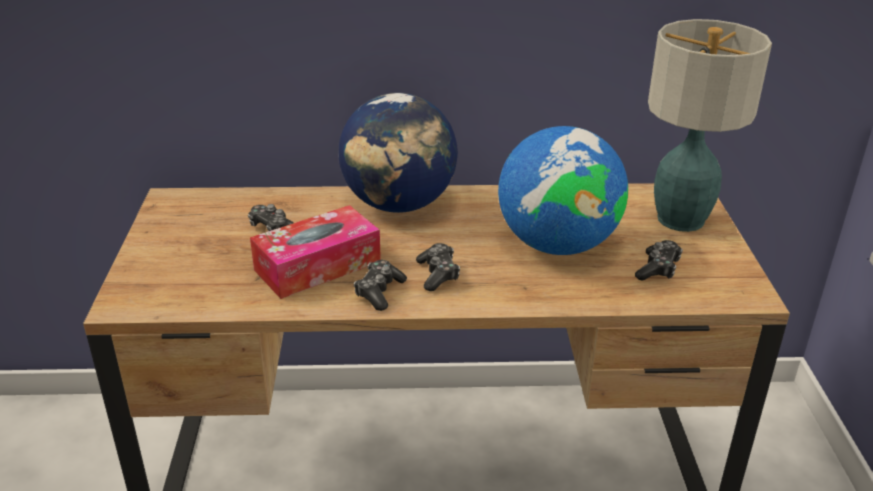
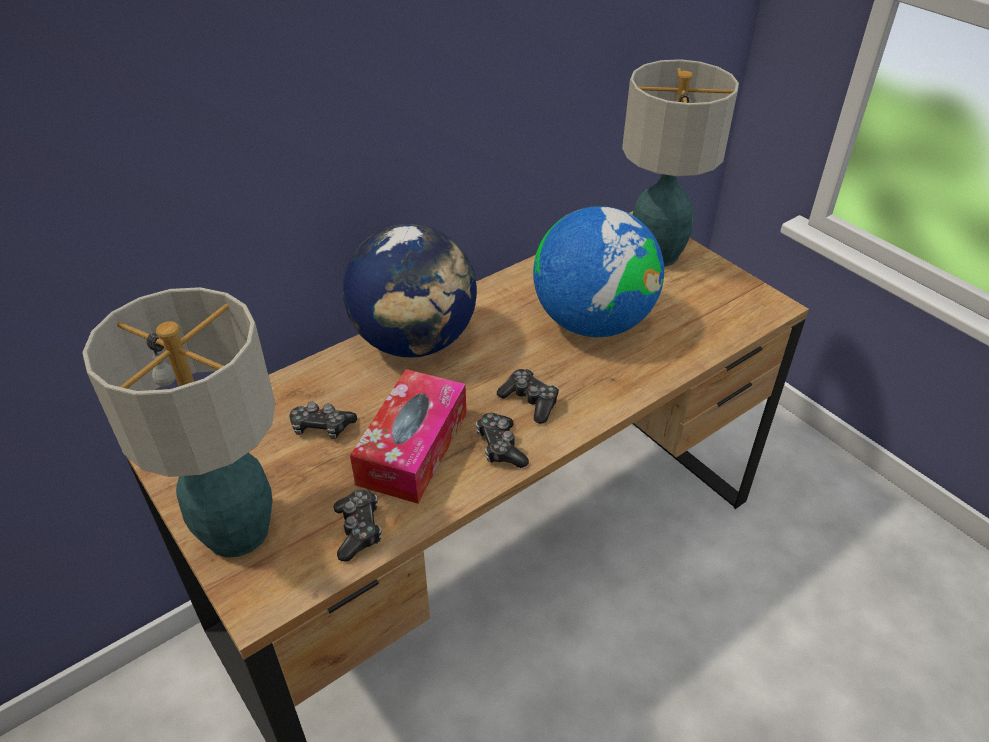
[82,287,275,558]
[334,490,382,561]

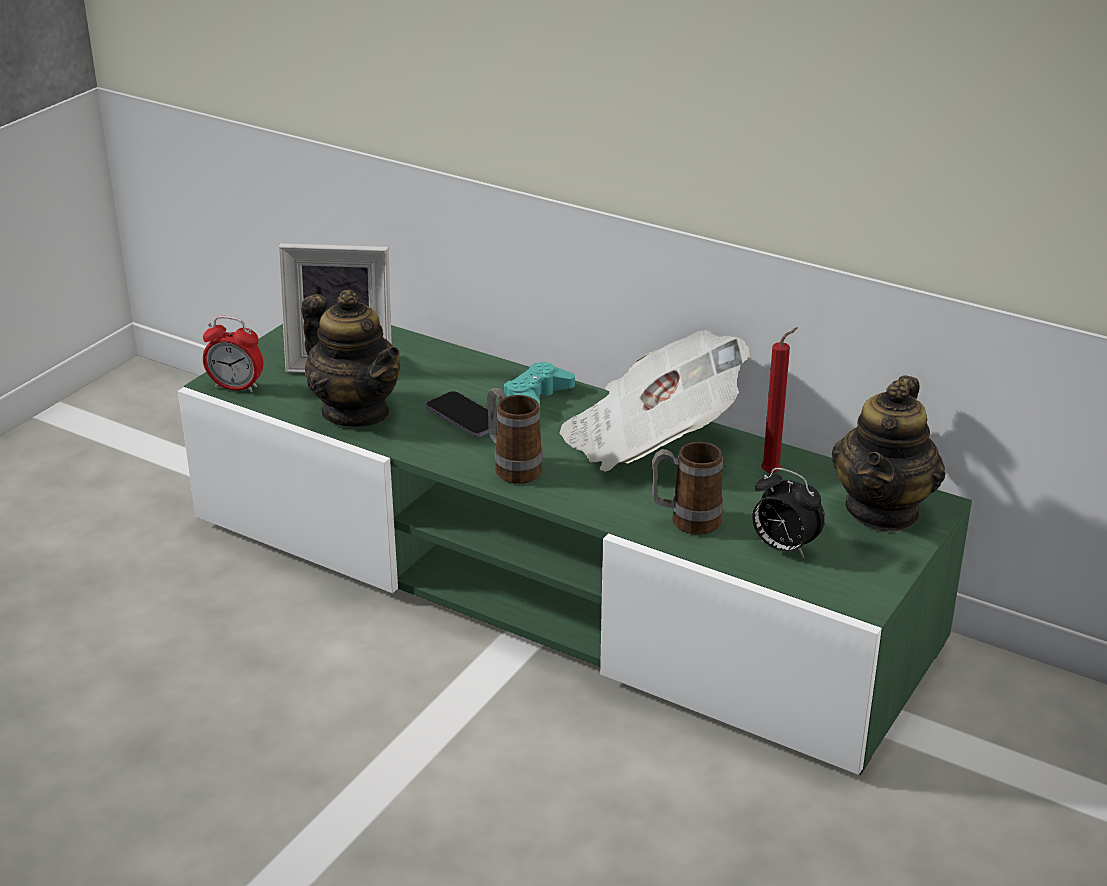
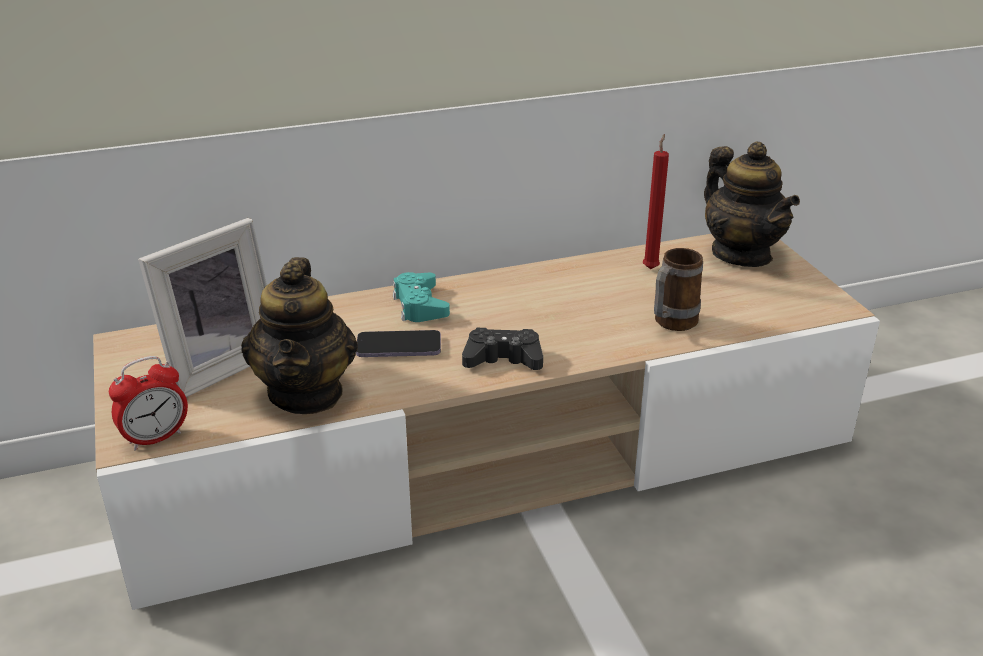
[559,330,751,472] (first image)
[752,468,825,558] (first image)
[462,328,543,370]
[93,234,880,610]
[241,257,358,414]

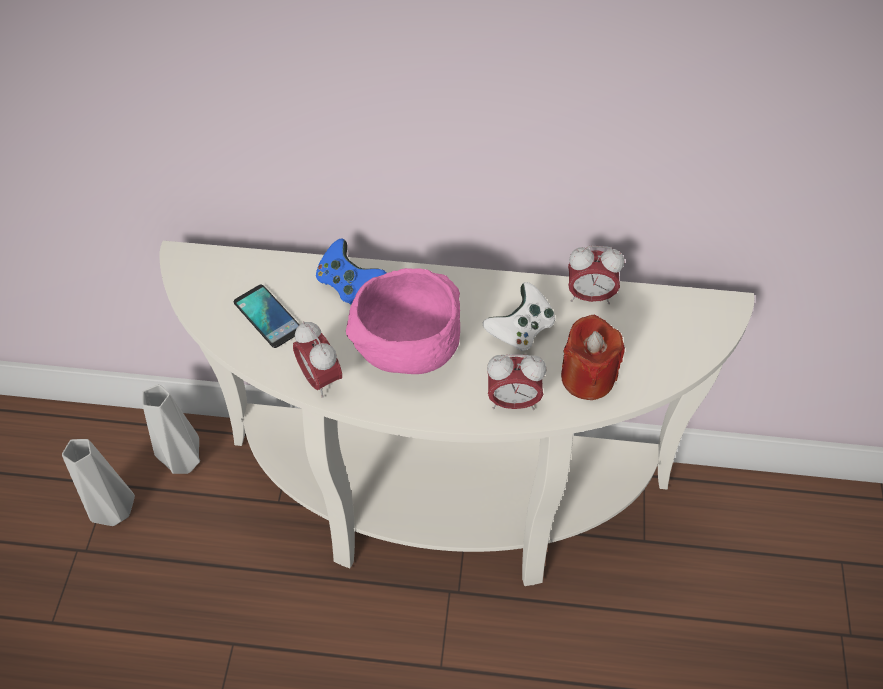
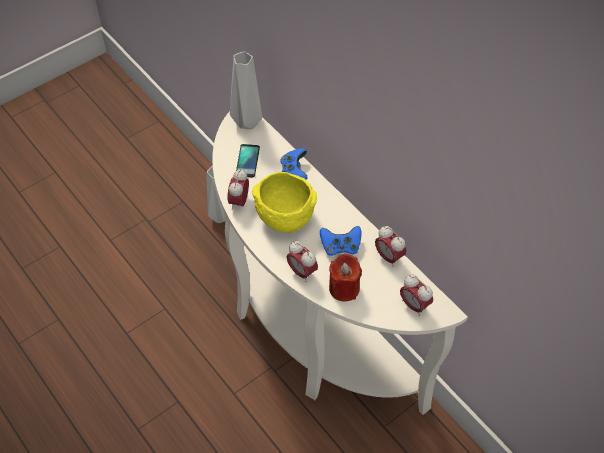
[400,274,433,316]
[230,51,262,129]
[252,172,317,233]
[320,226,361,256]

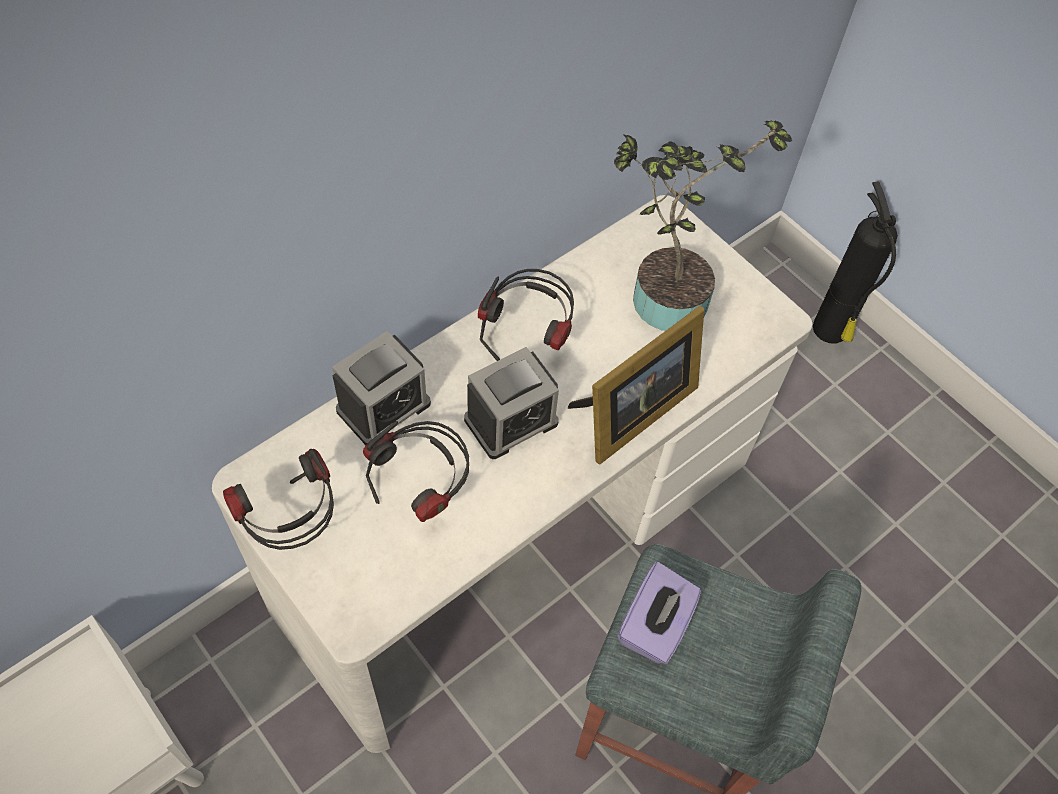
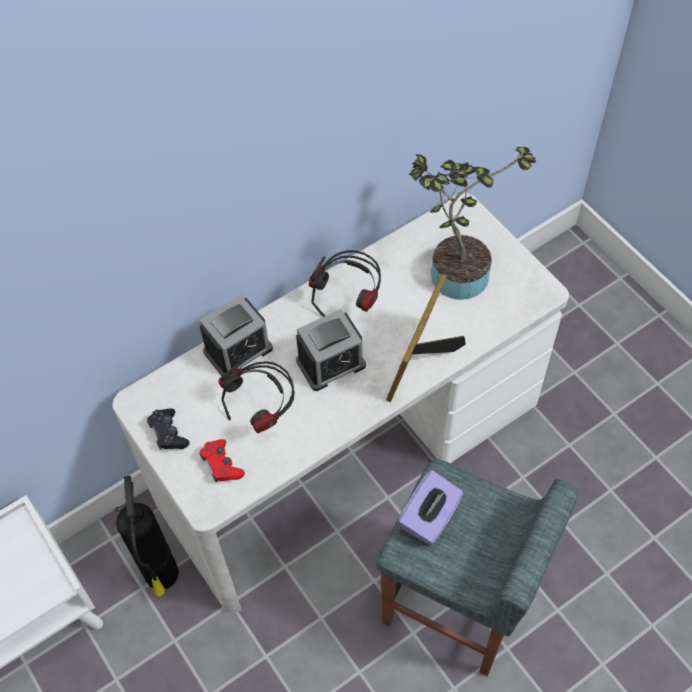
[200,439,245,482]
[115,476,179,597]
[147,409,189,450]
[386,274,466,402]

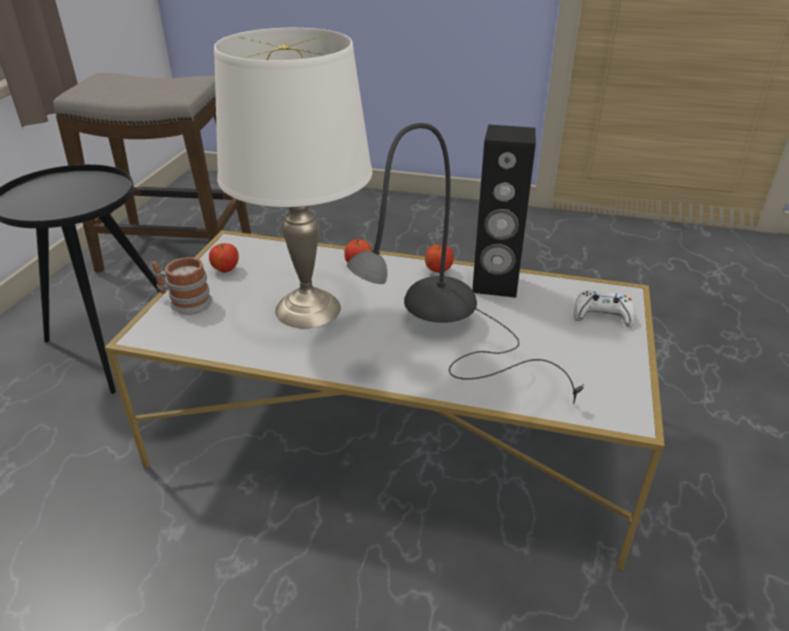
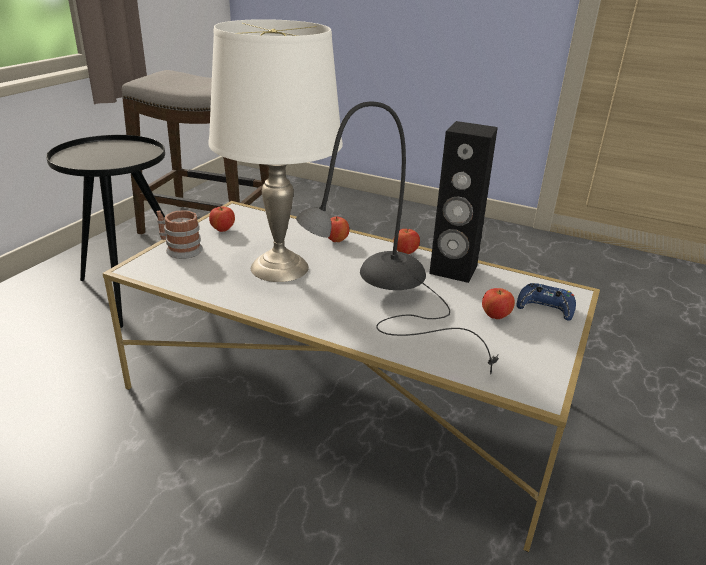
[482,288,515,319]
[516,283,576,321]

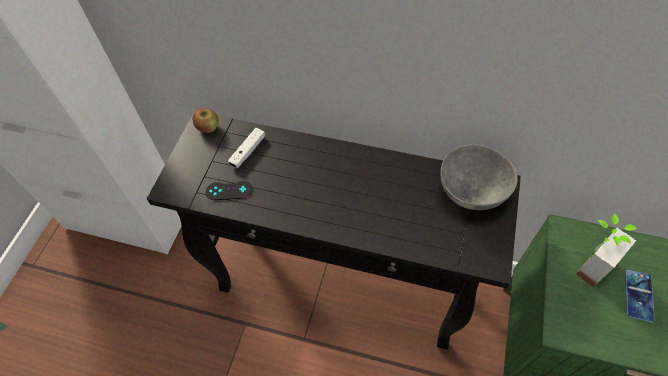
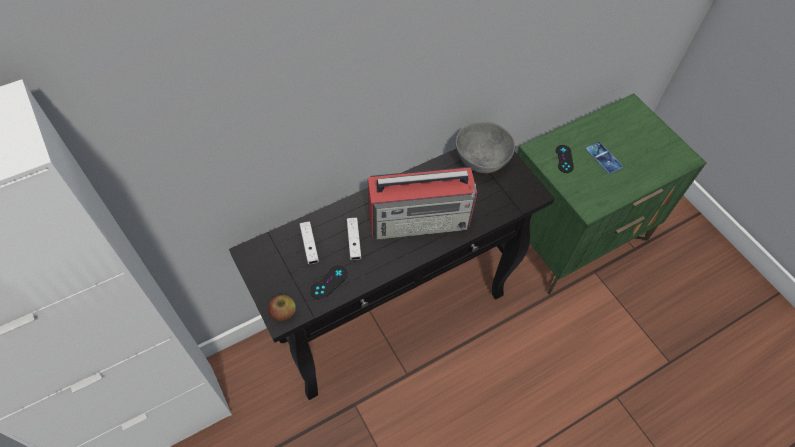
[347,218,361,260]
[368,167,477,240]
[268,295,296,321]
[556,145,574,173]

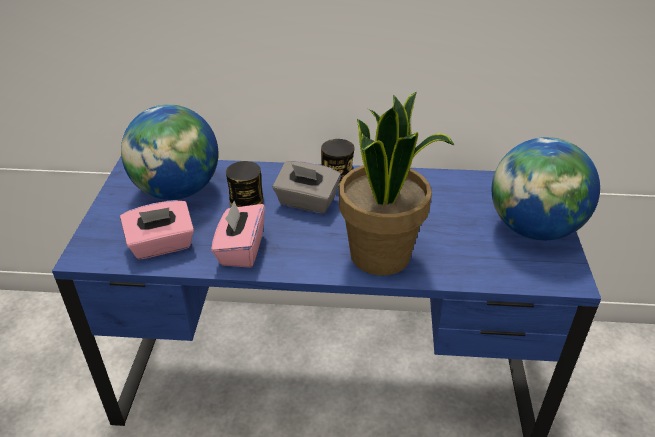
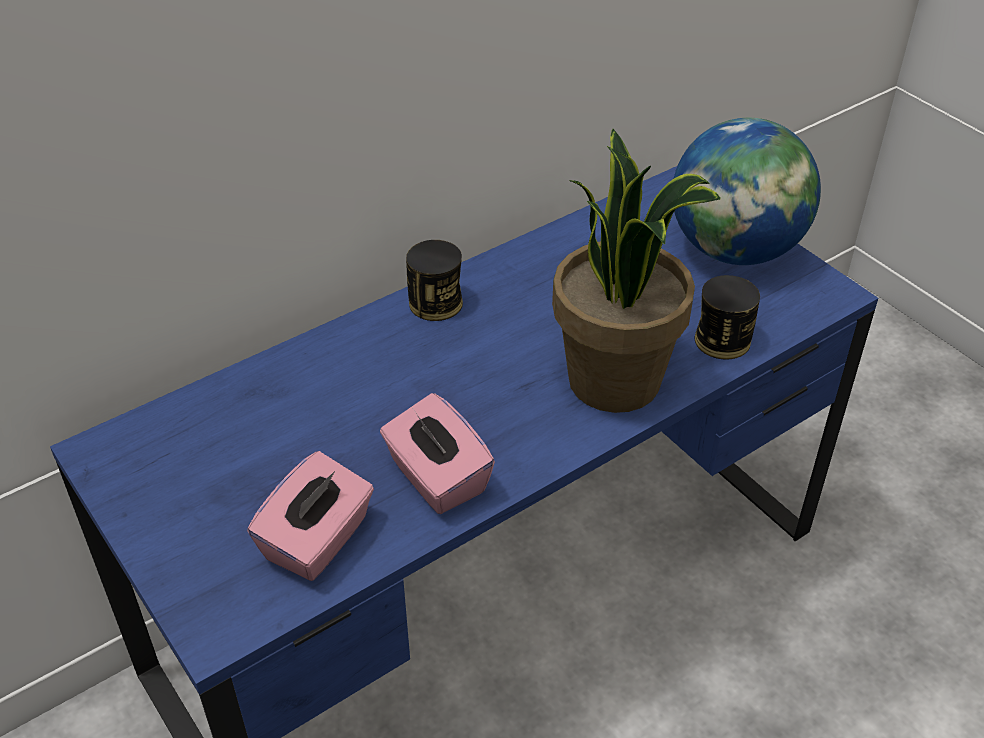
[121,104,219,200] (first image)
[273,161,341,214] (first image)
[695,275,760,360]

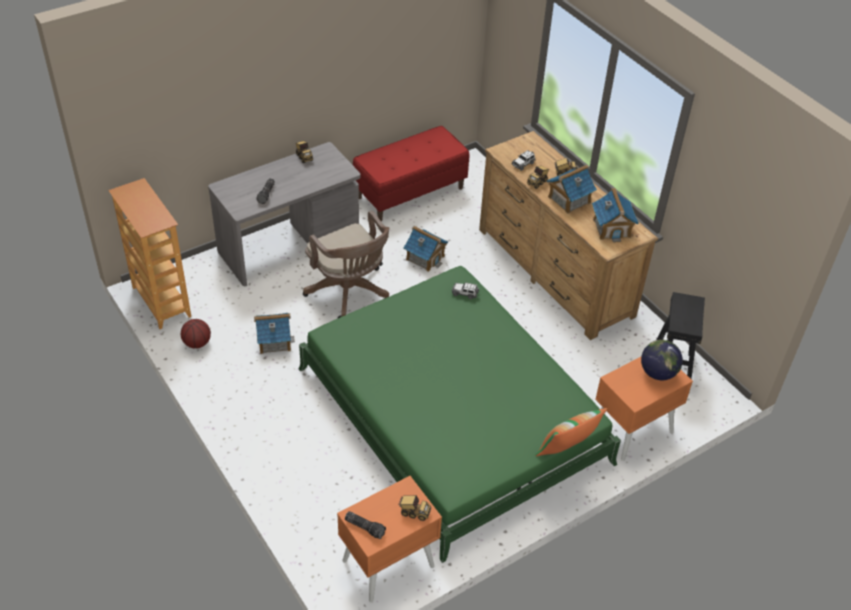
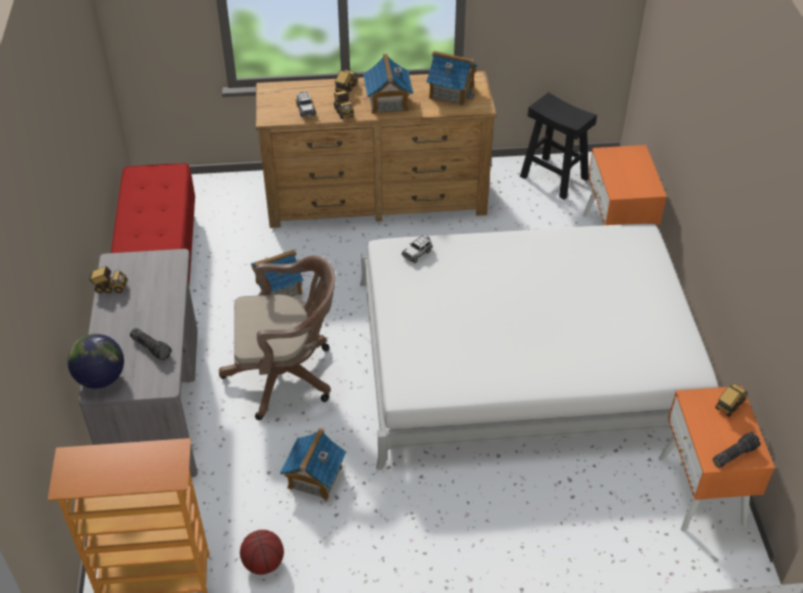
[535,408,607,456] (first image)
[67,334,124,389]
[360,224,718,470]

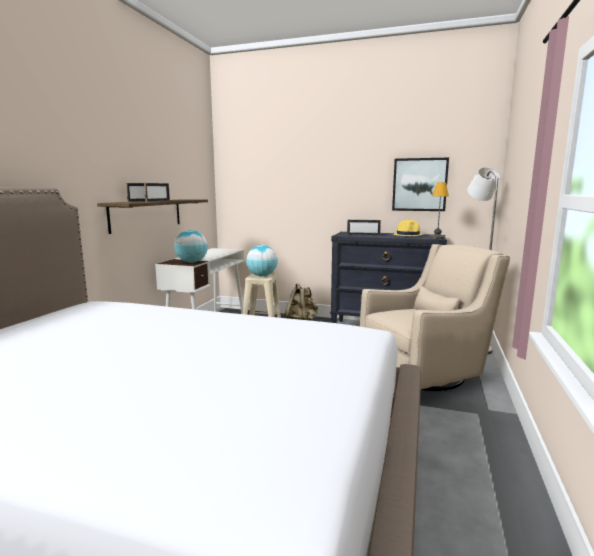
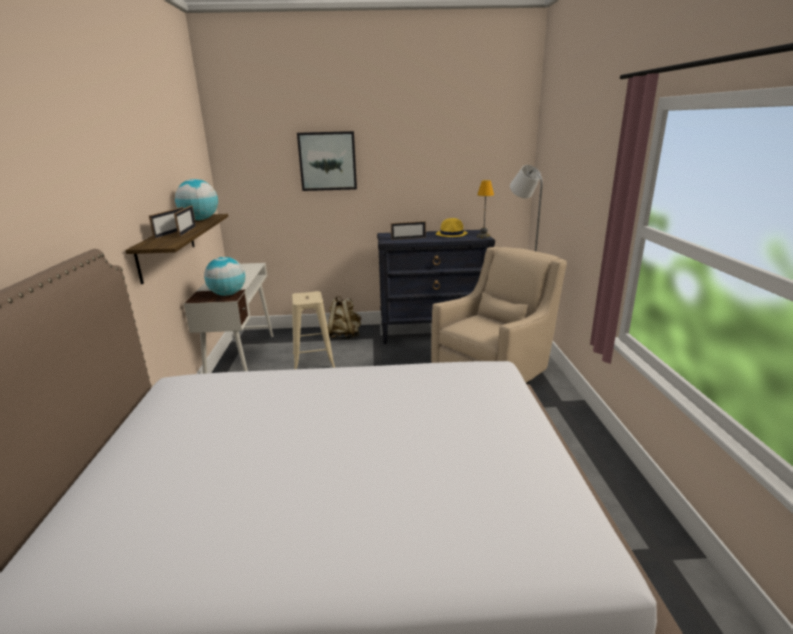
[175,179,218,220]
[297,131,357,191]

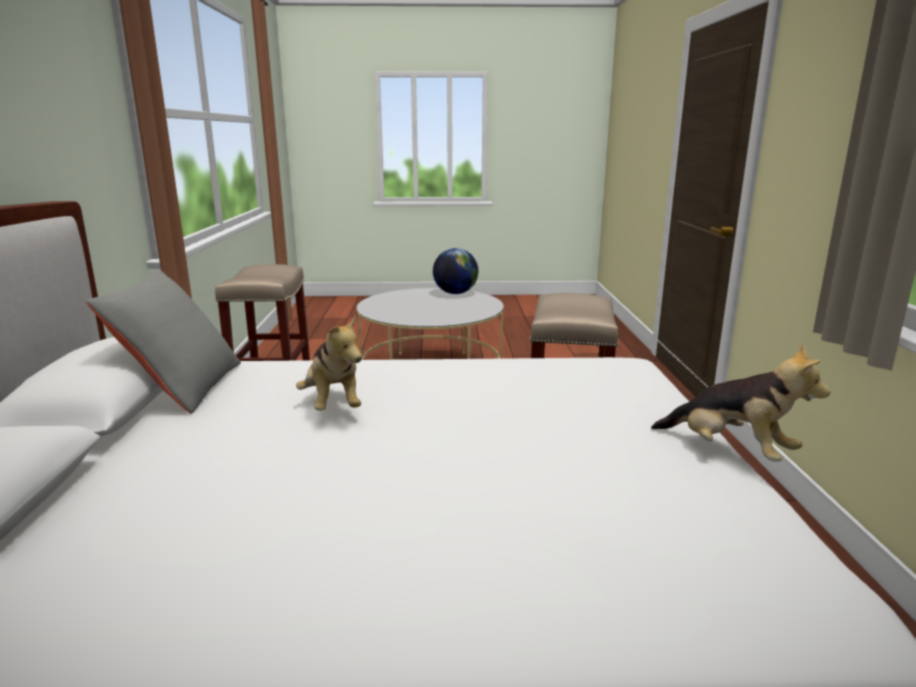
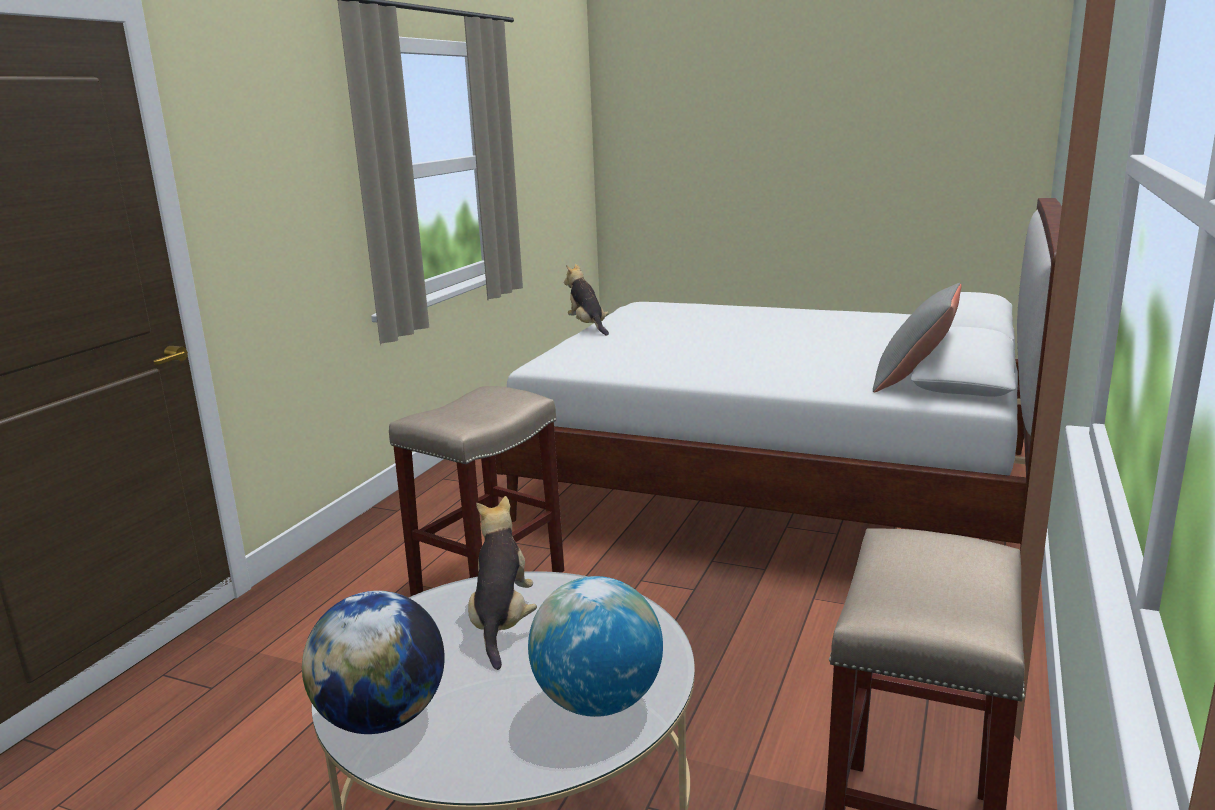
[528,576,663,717]
[468,496,537,670]

